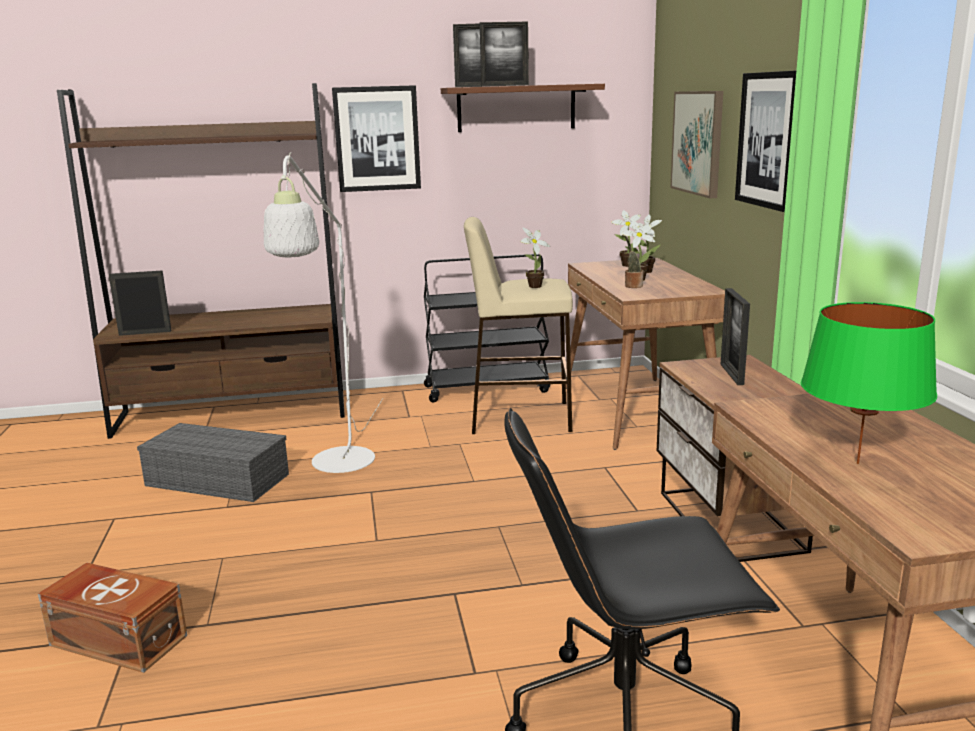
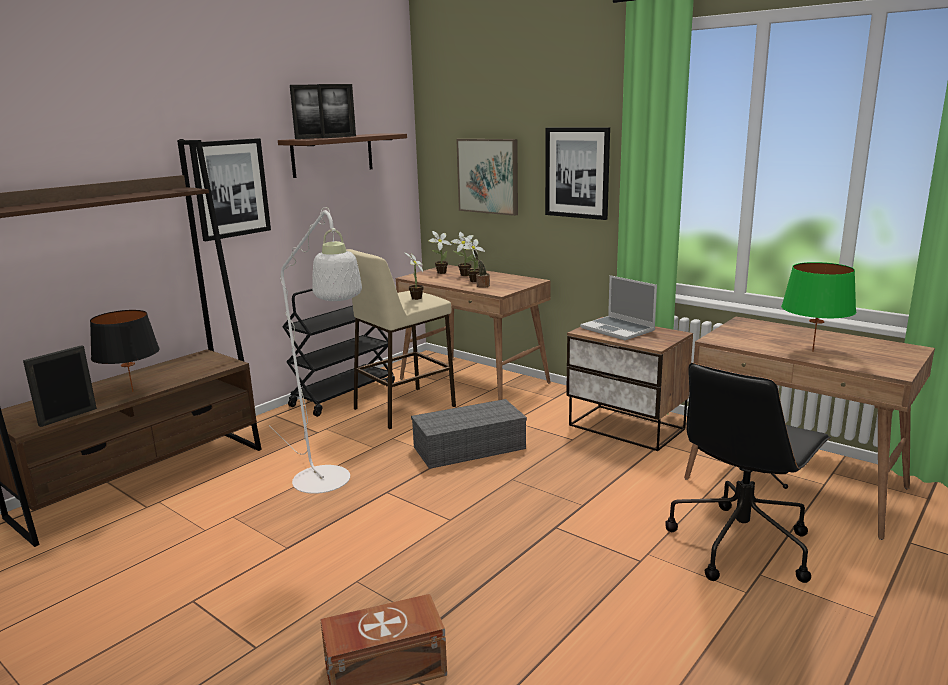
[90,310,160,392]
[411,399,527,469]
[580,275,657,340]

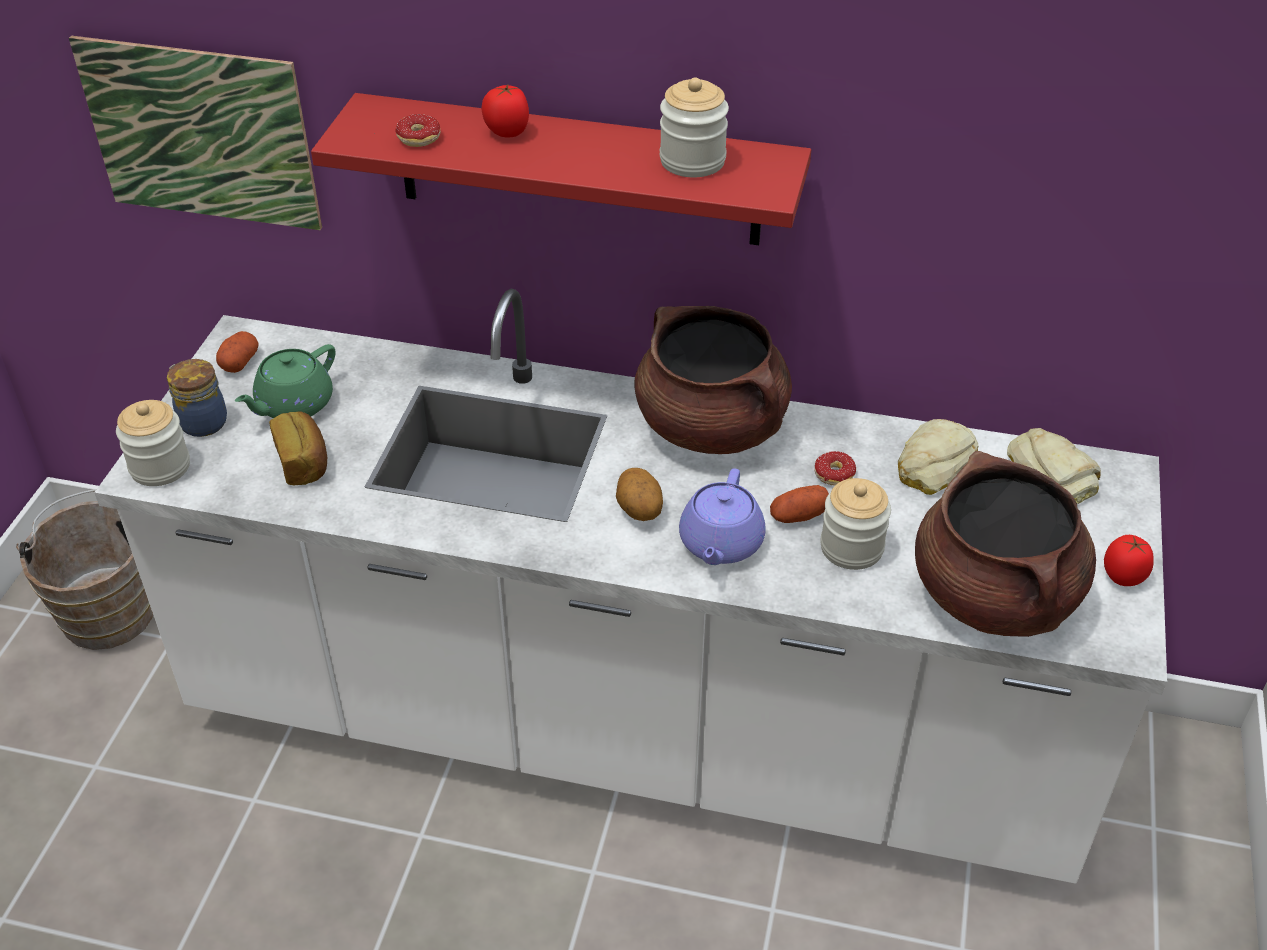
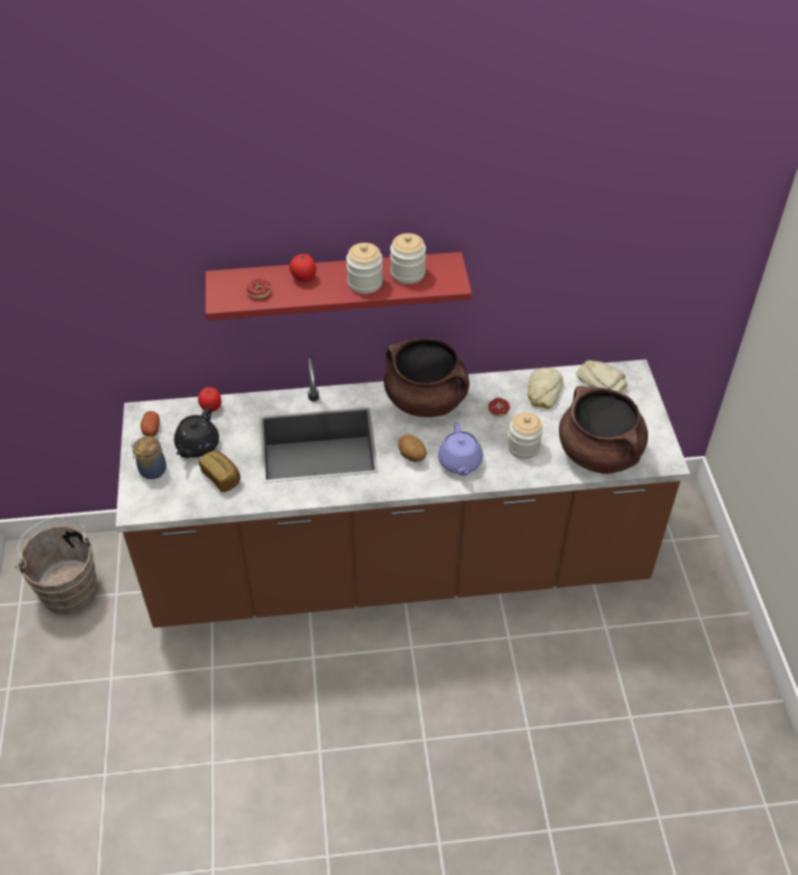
[69,36,322,230] (first image)
[770,485,829,523] (first image)
[346,243,383,294]
[198,387,221,412]
[116,355,690,628]
[174,408,219,458]

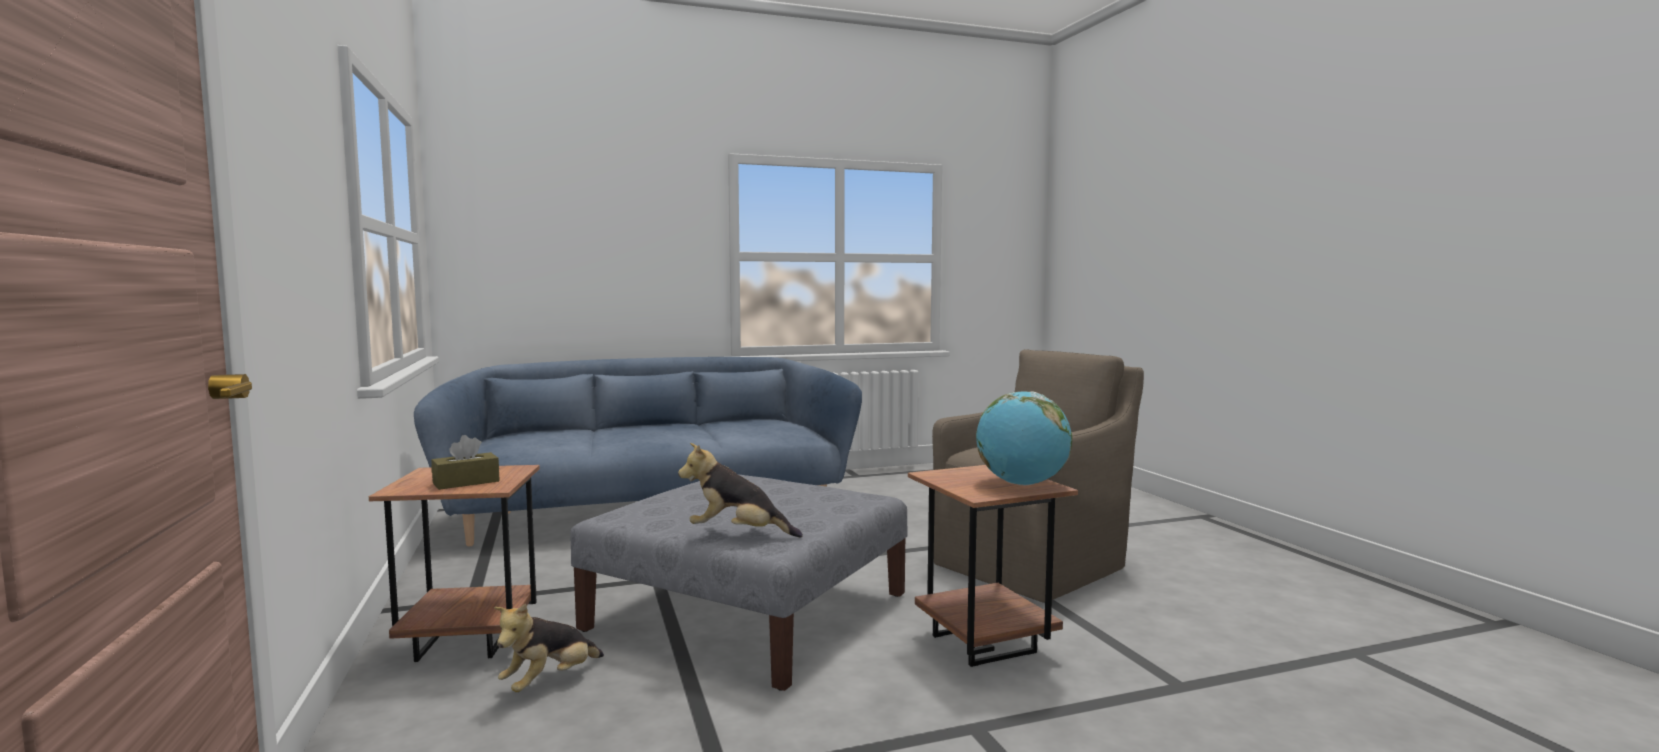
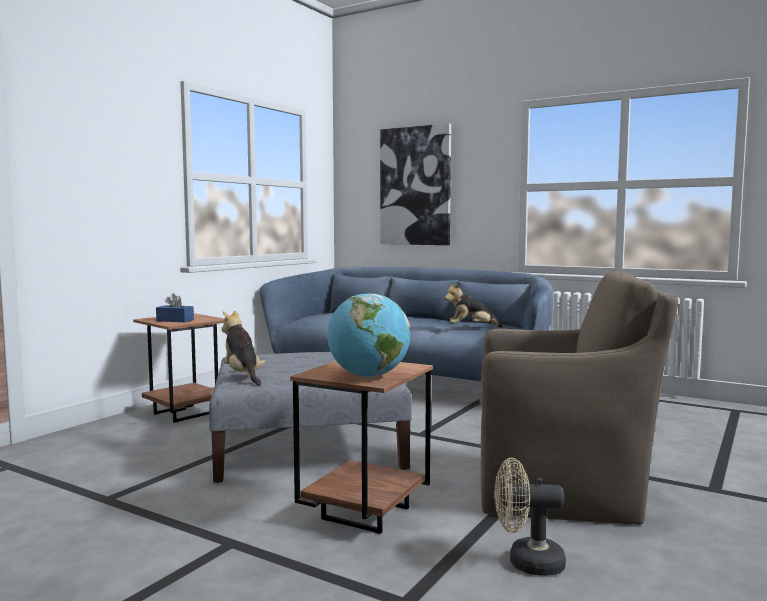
[380,123,451,245]
[494,458,566,576]
[445,283,503,328]
[156,293,194,322]

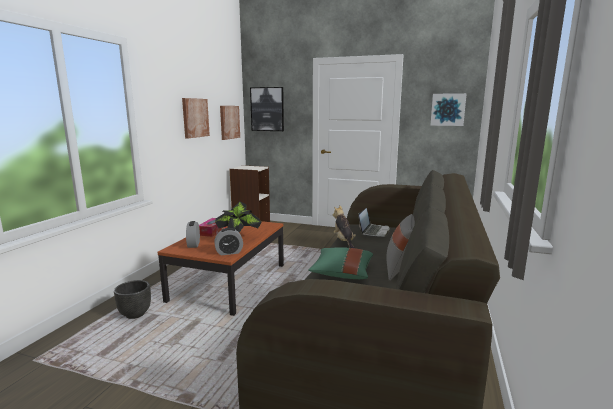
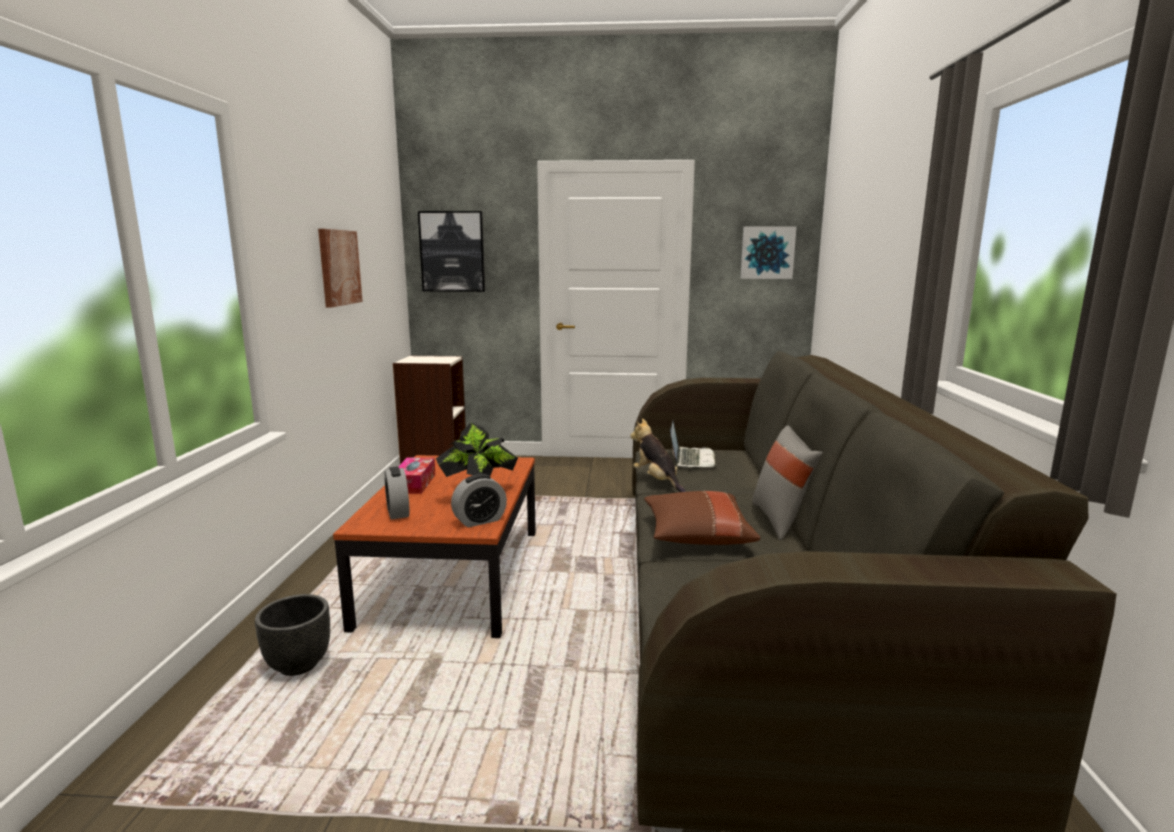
[220,106,240,140] (first image)
[644,491,760,545]

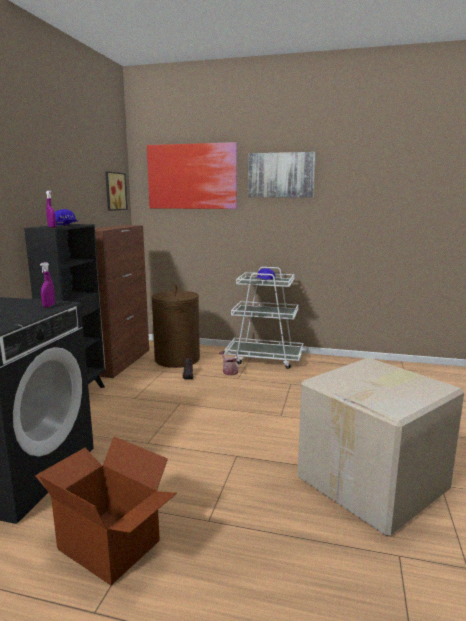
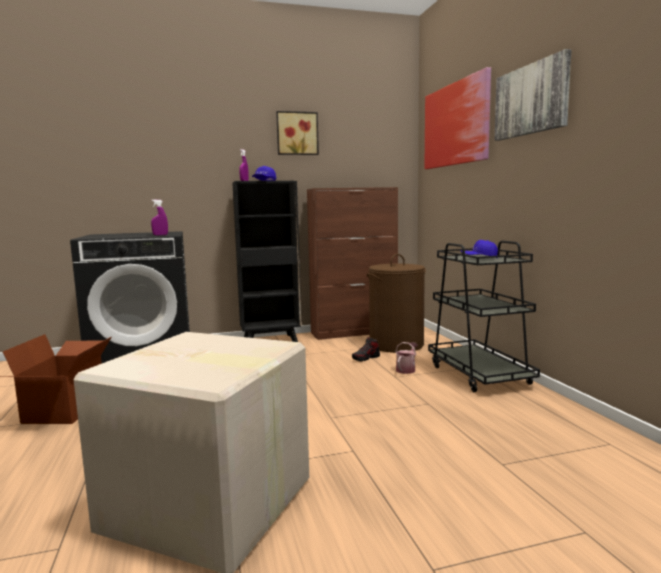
[276,111,319,155]
[428,240,540,392]

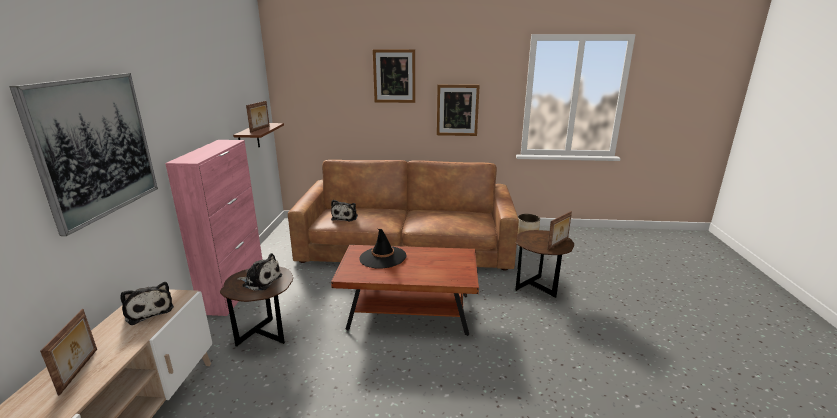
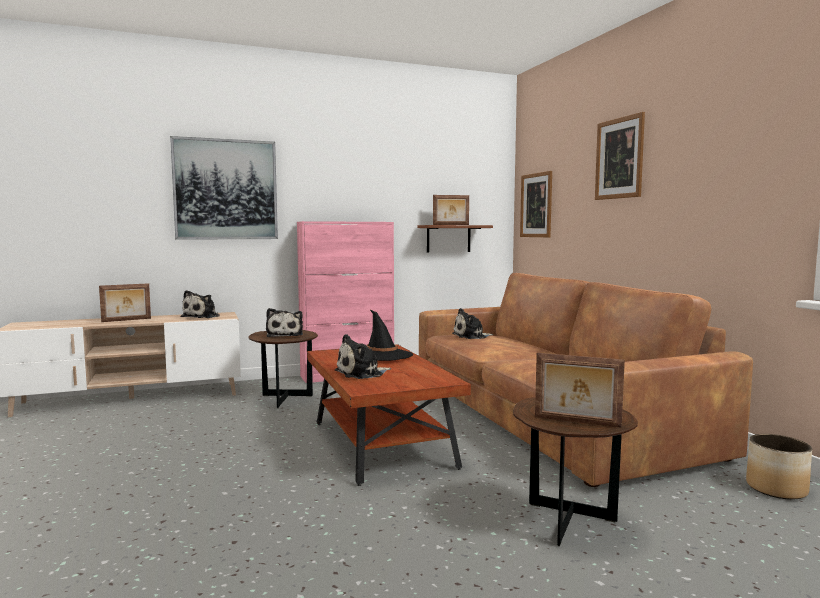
[335,334,391,379]
[520,171,552,237]

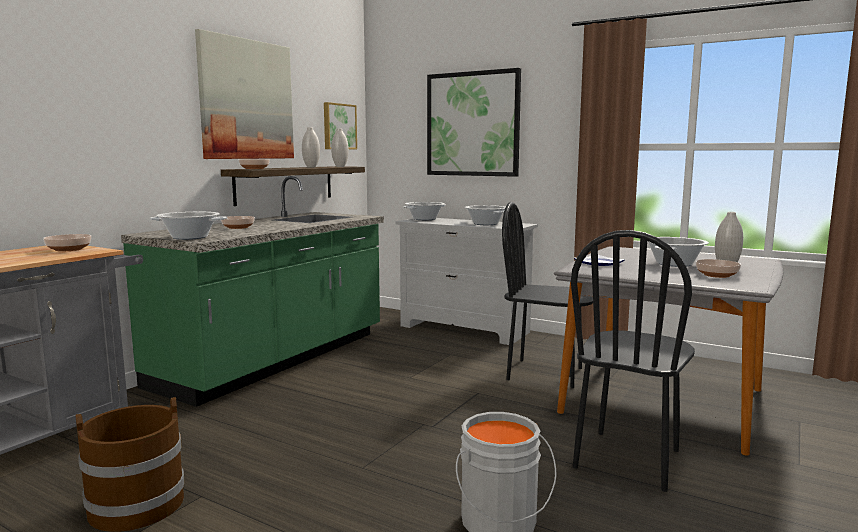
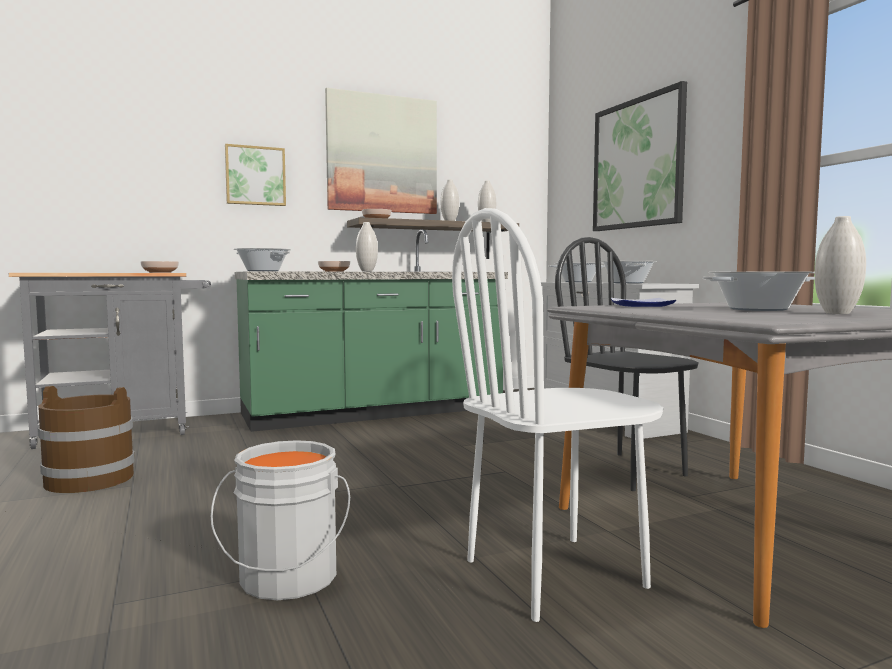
[696,259,741,278] (first image)
[356,222,378,271]
[225,144,286,206]
[452,208,664,622]

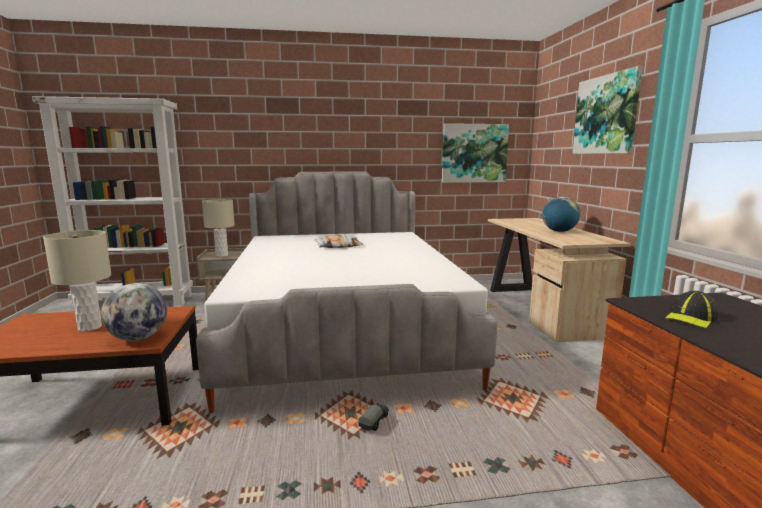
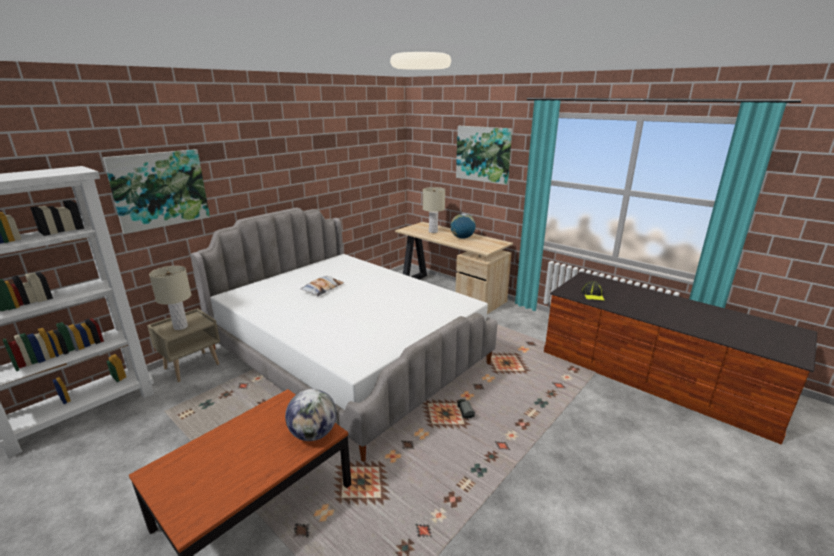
[423,187,445,233]
[103,149,210,234]

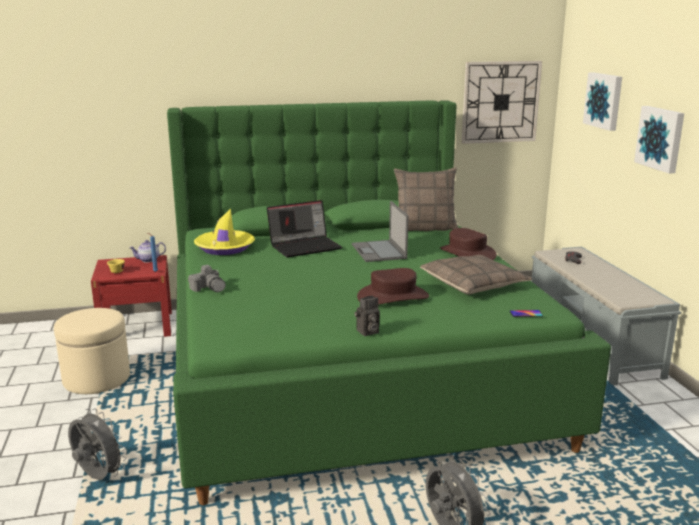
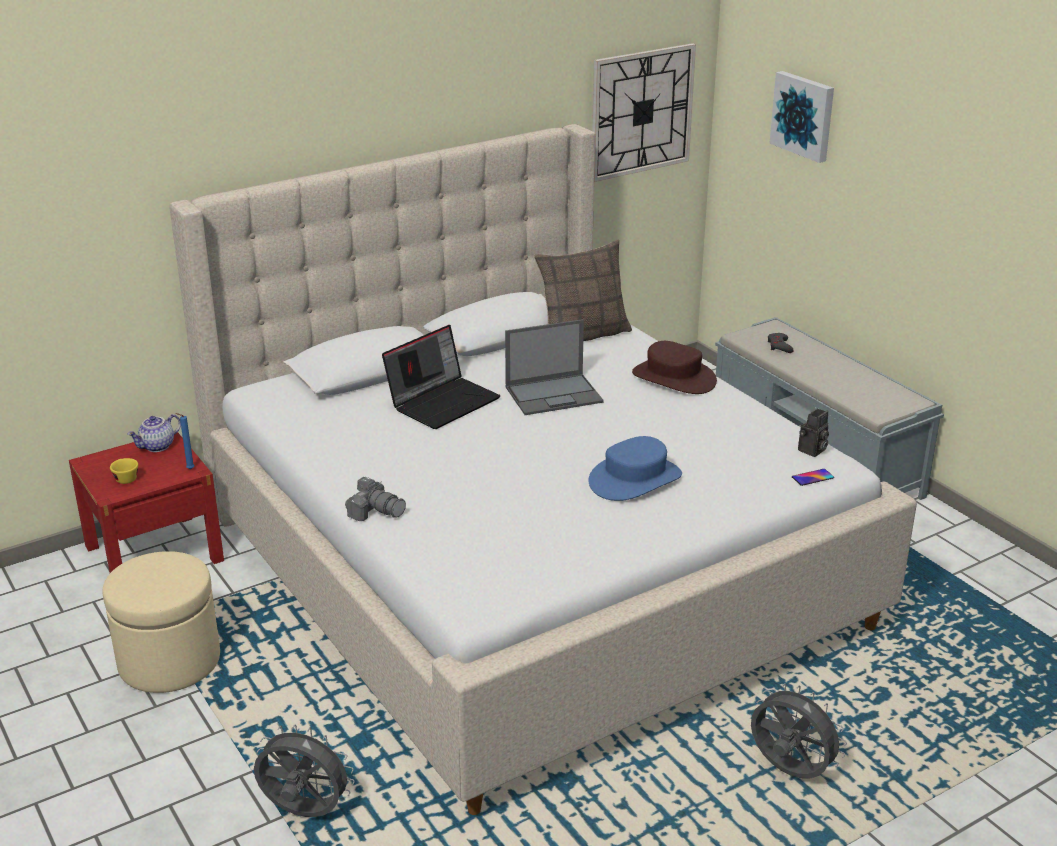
[194,209,255,255] (first image)
[420,255,532,294] (first image)
[634,106,684,174] (first image)
[798,409,829,457]
[169,124,917,815]
[588,436,682,501]
[505,319,604,415]

